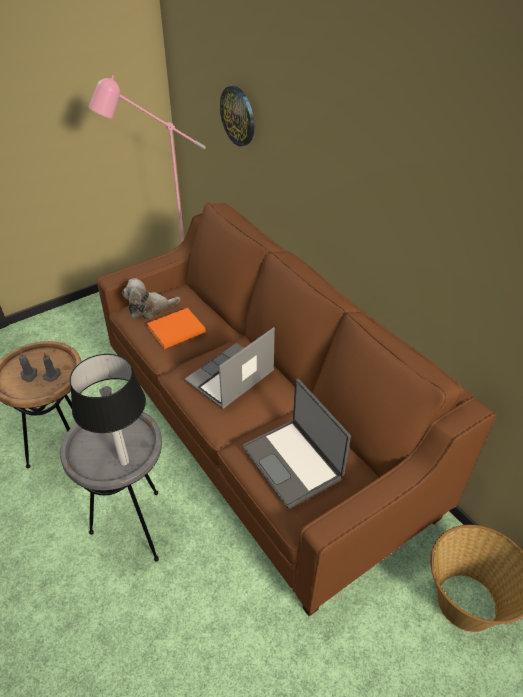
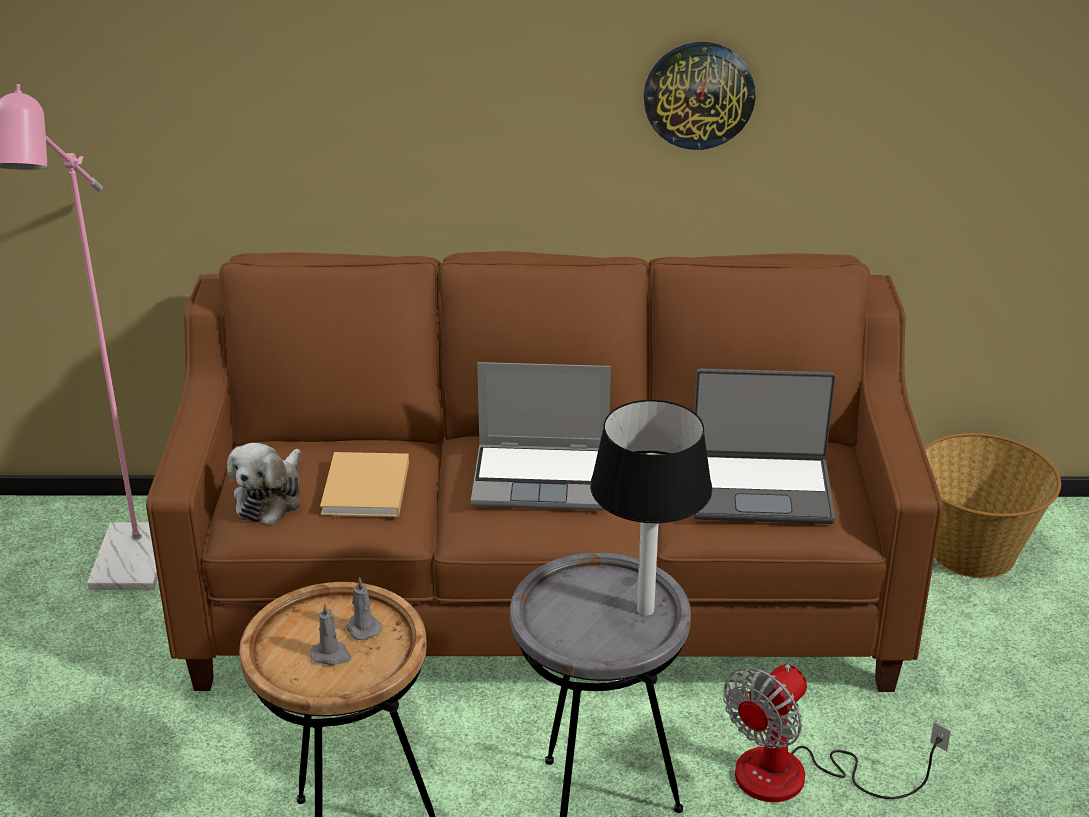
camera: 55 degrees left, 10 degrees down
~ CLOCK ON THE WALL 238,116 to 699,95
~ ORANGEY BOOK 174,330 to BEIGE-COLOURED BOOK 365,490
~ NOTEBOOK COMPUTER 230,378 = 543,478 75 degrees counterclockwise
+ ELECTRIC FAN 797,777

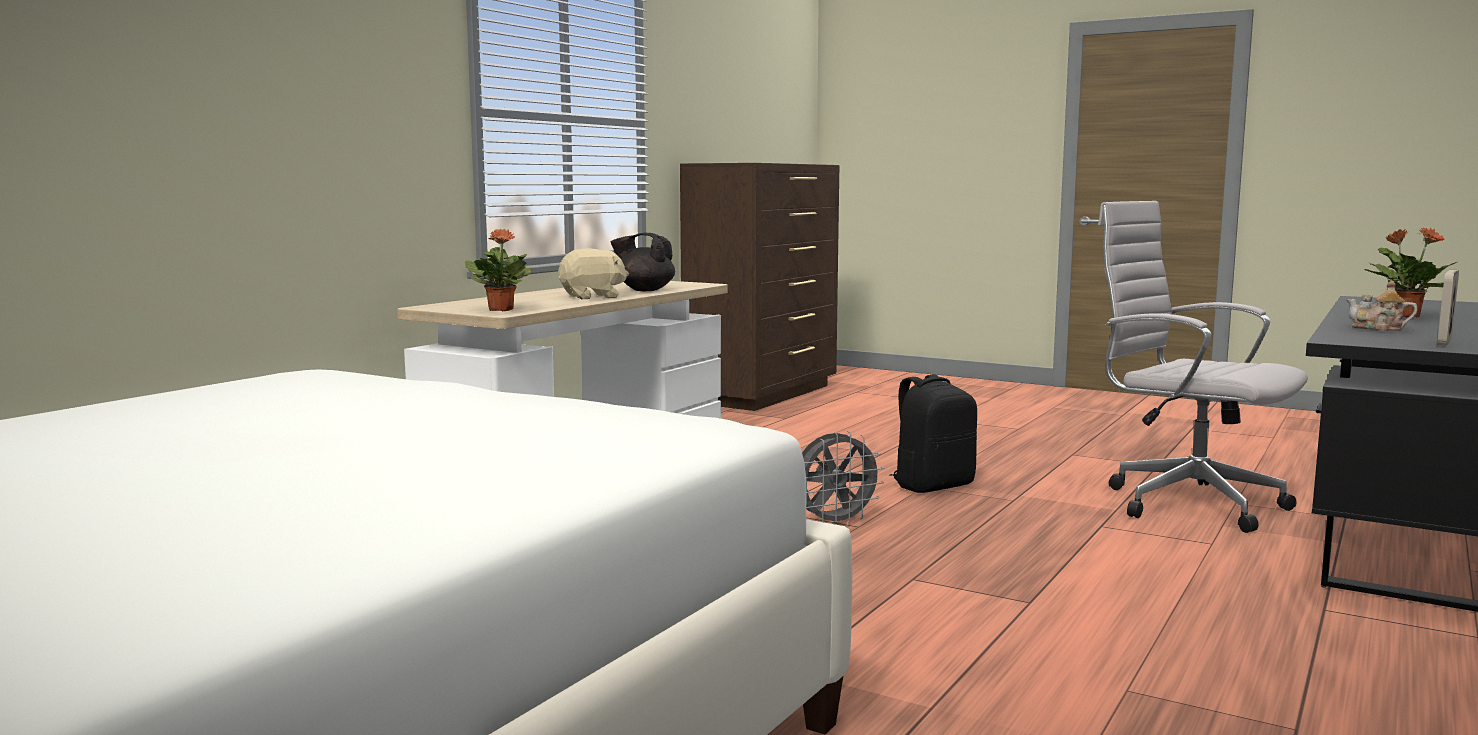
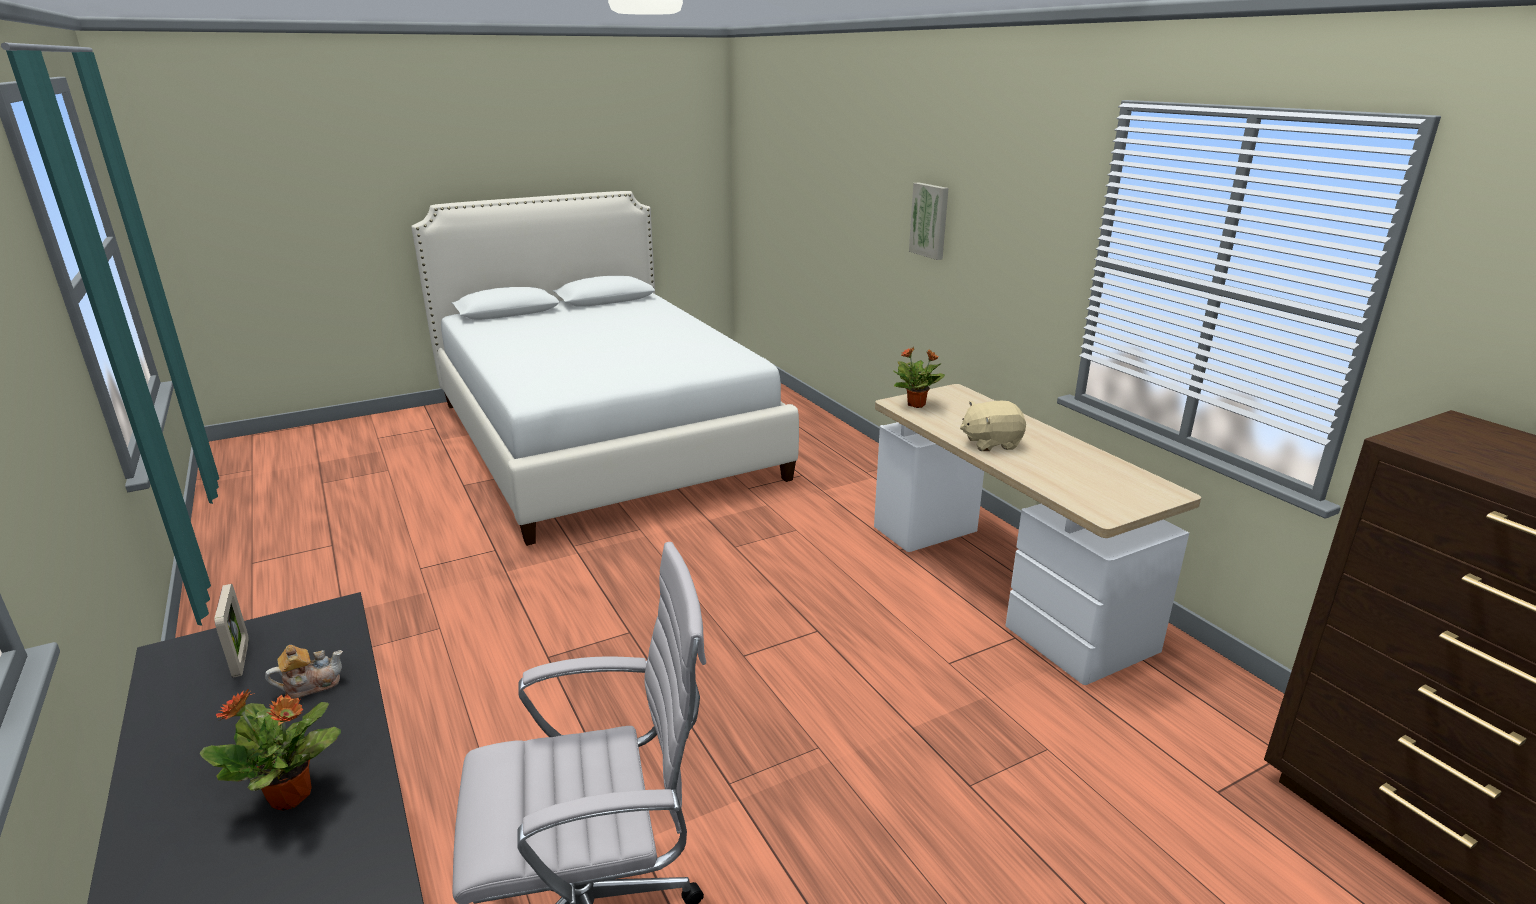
camera: 120 degrees right, 15 degrees up
- BLACK TEA POT 644,290
~ BEIGE-COLOURED SOFT TOY 593,297 = 990,443 75 degrees clockwise
- BLACK KNAPSACK 932,486
- GREYISH ELECTRIC FAN 835,523
+ WALL ART 930,220

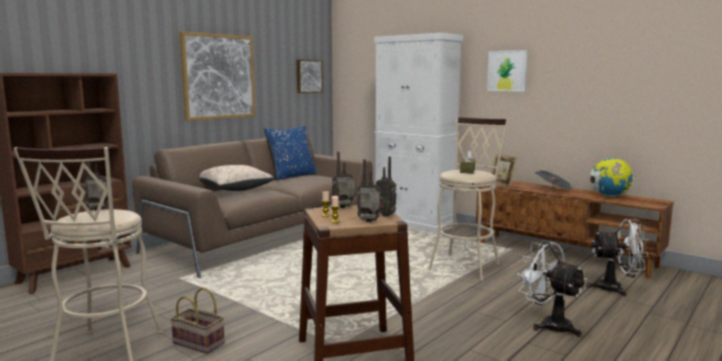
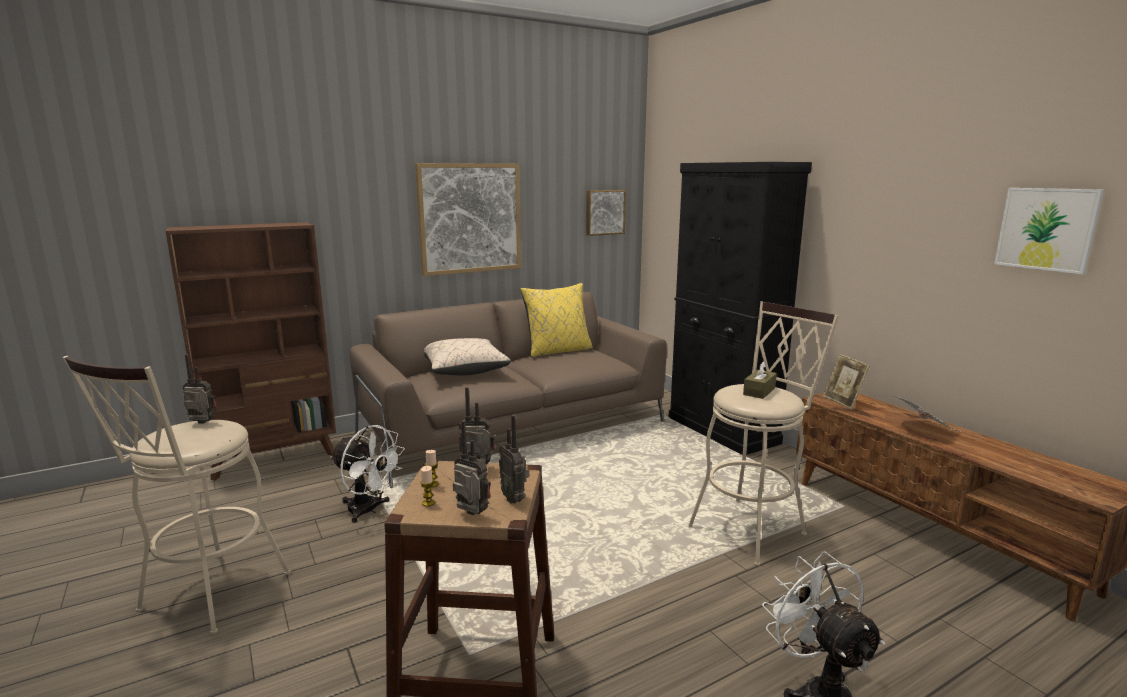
camera: 20 degrees right, 5 degrees up
~ WHITE-COLOURED CABINET 414,223 to BLACK CABINET 722,430
~ WALL ART 507,71 to 1046,229
~ BLUE PILLOW 292,176 to YELLOW-COLOURED PILLOW 558,351
- GLOBE 609,196
~ WHITE-COLOURED ELECTRIC FAN 616,289 to 368,510
- STORAGE BASKET 200,343

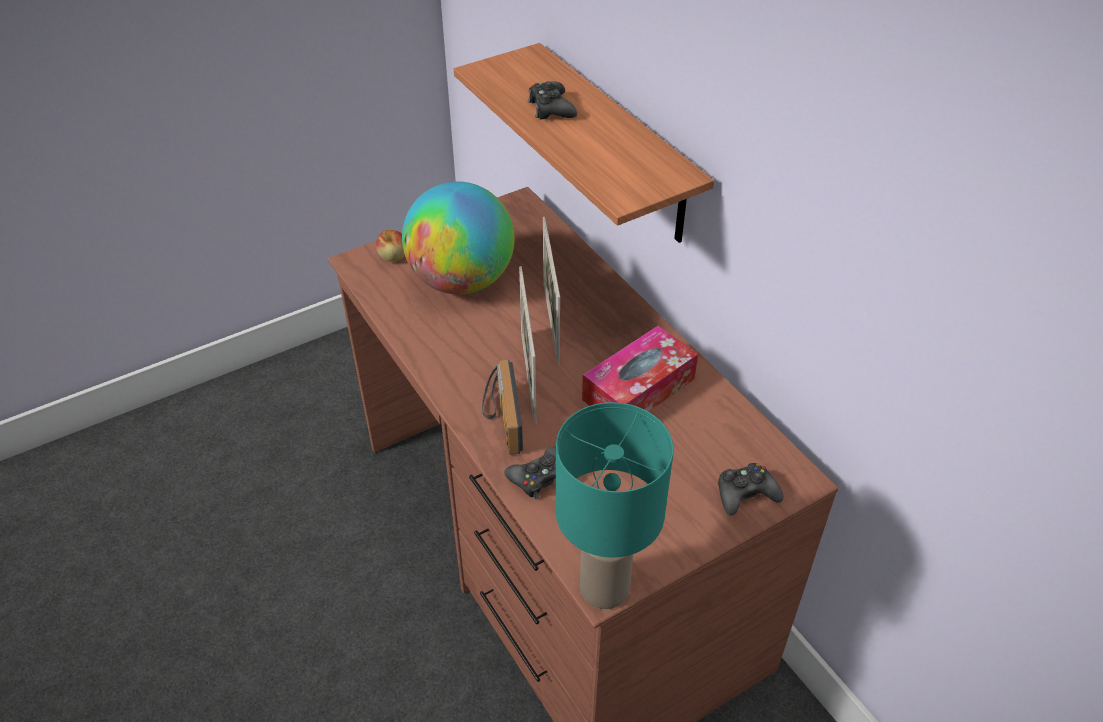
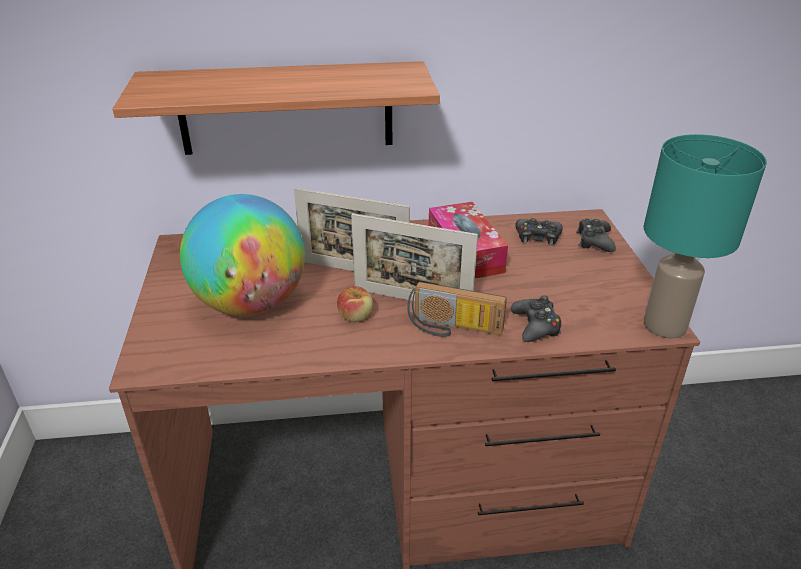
camera: 65 degrees left, 10 degrees down
~ BLACK GAMEPAD 551,108 to 537,237
~ WHOLE APPLE 393,256 to 356,316

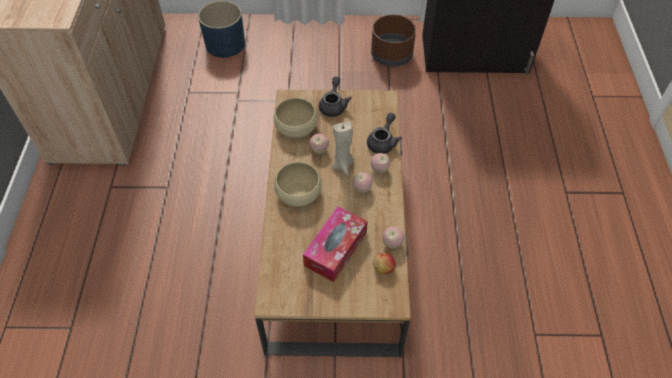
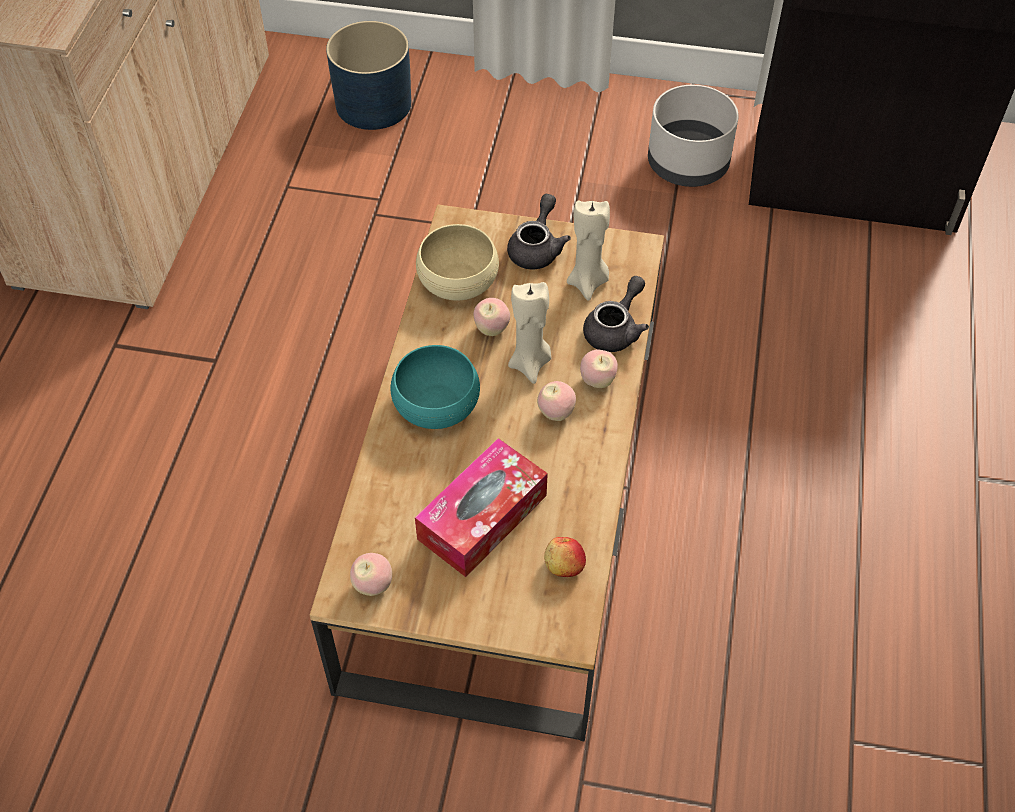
camera: 10 degrees right, 0 degrees up
~ BROWNISH PLANT POT 392,55 to GREYISH PLANT POT 688,163
~ BEIGE-COLOURED DEEP DISH 298,193 to TURQUOISE DEEP DISH 436,403
~ WHOLE APPLE 392,243 to 373,585
+ BEIGE-COLOURED CANDLE 588,282

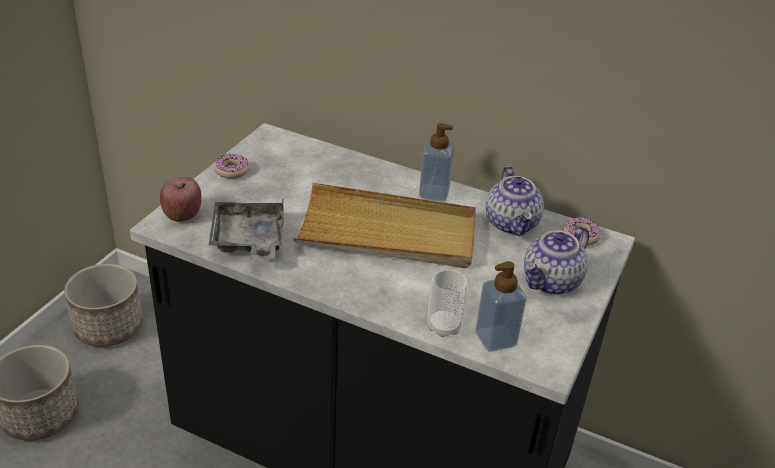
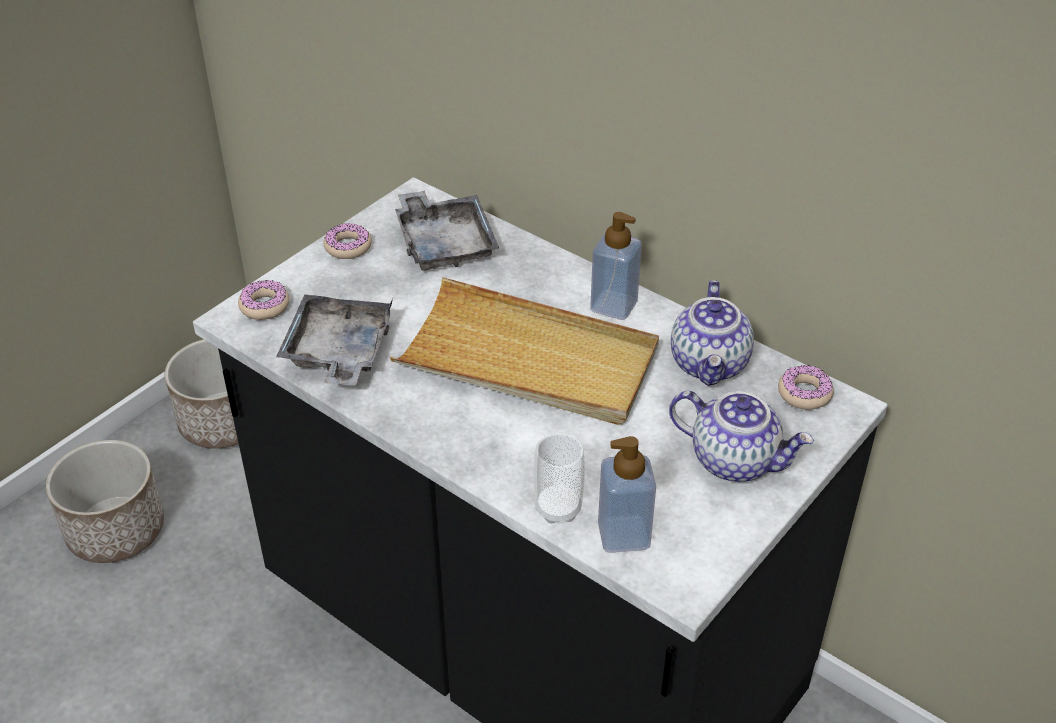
camera: 15 degrees right, 5 degrees up
~ WHOLE APPLE 182,214 to DOUGHNUT 264,306
~ TEA POT 552,282 = 735,460 120 degrees counterclockwise
+ GREYISH TRAY 444,243

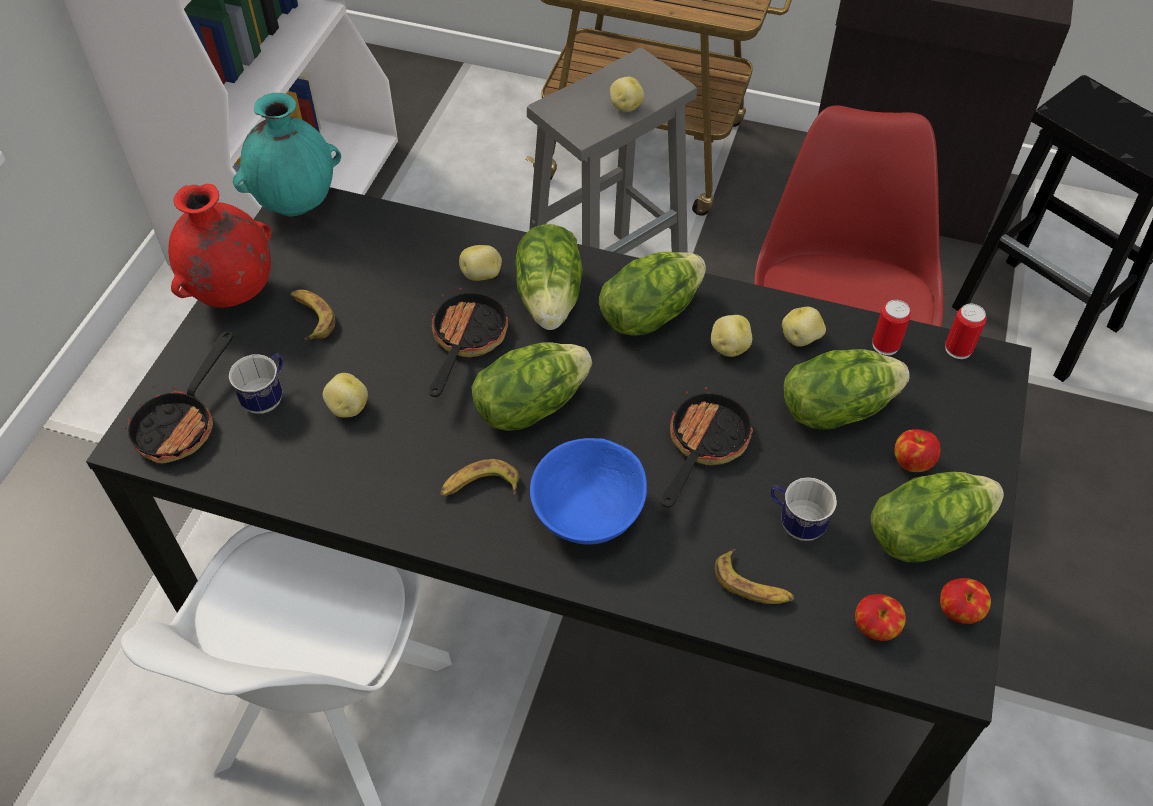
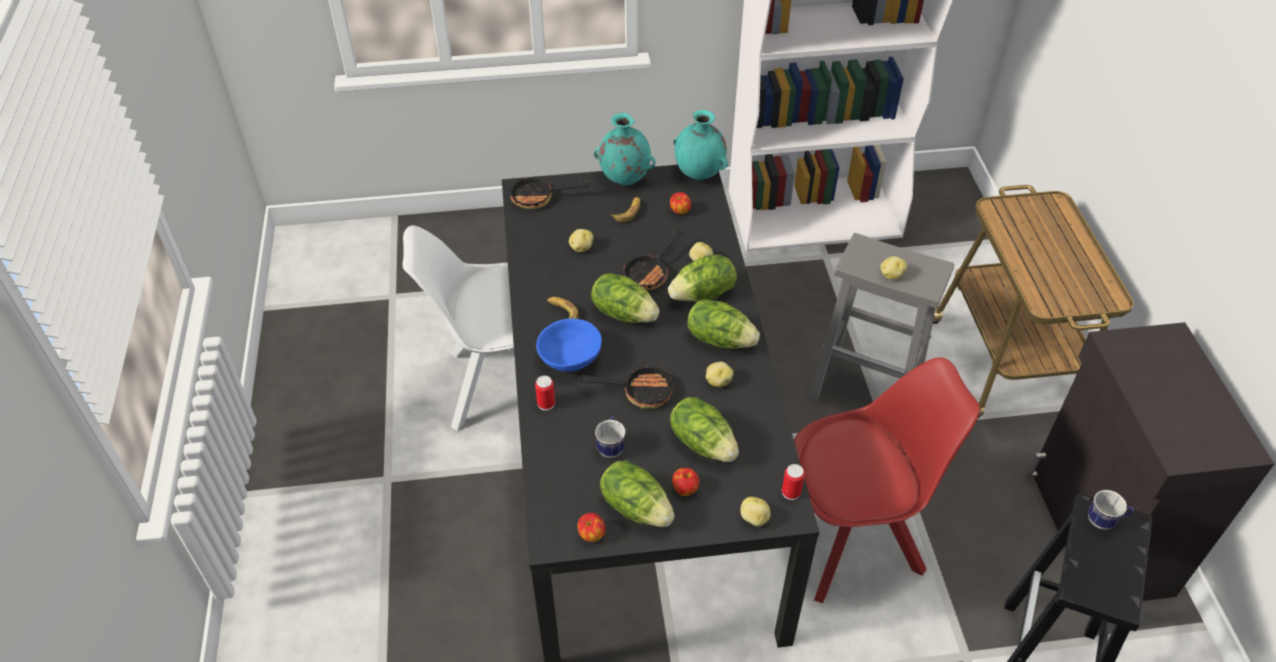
camera: 65 degrees right, 5 degrees down
~ RED-COLOURED FLOWER VASE 233,294 to TURQUOISE FLOWER VASE 624,179
~ FRYING PAN 466,341 = 650,273 135 degrees clockwise
~ METAL CAN 885,345 to 546,403
~ POTATO 801,338 to 754,519
~ COFFEE MUG 268,397 to 1105,521
- BANANA FRUIT 752,585
~ WHOLE APPLE 875,628 to 680,211

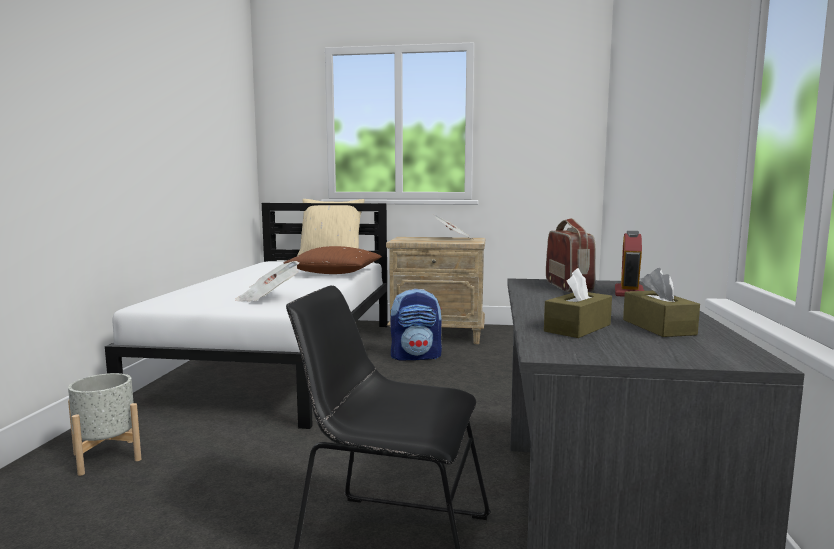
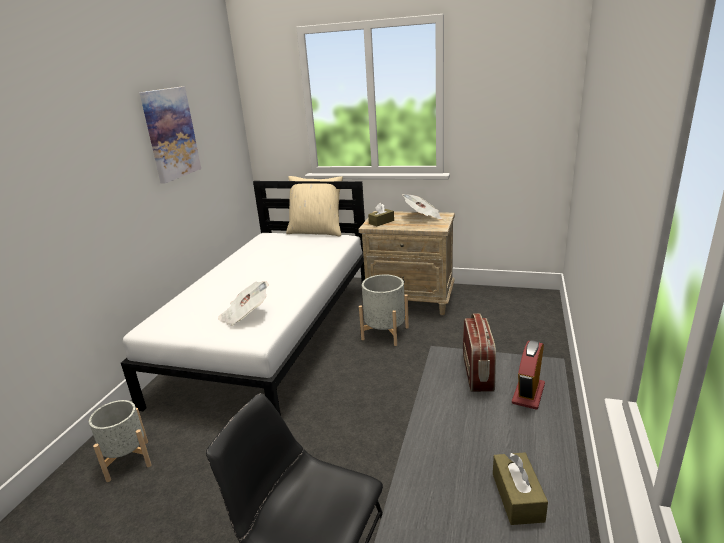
camera: 10 degrees right, 15 degrees up
- BROWNISH PILLOW 335,272
~ BROWNISH TISSUE BOX 577,328 to 381,222
~ KNAPSACK 416,356 to GREYISH PLANT POT 385,333
+ WALL ART 170,134

